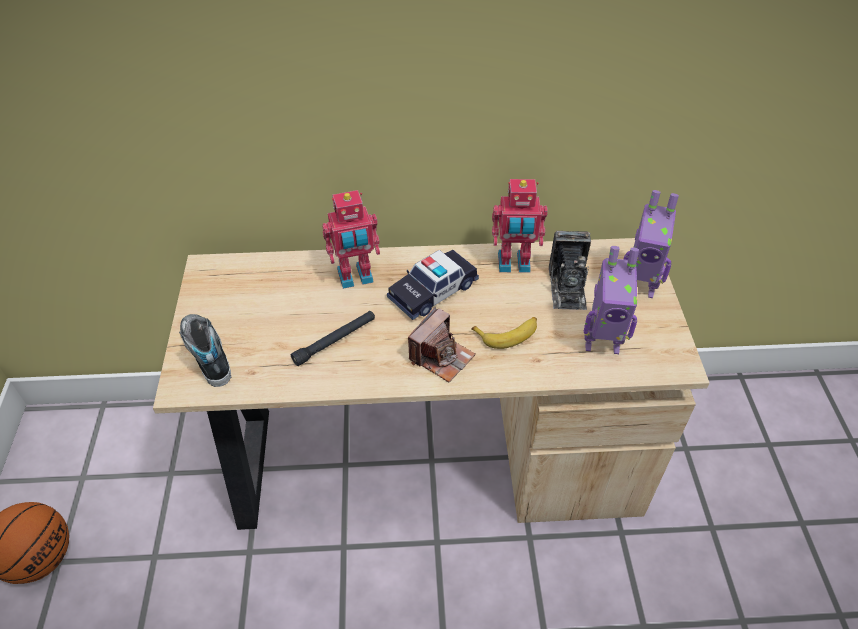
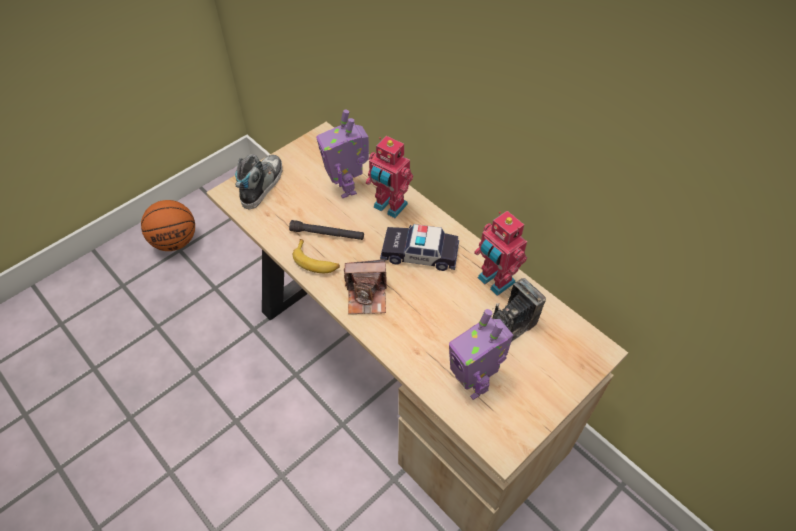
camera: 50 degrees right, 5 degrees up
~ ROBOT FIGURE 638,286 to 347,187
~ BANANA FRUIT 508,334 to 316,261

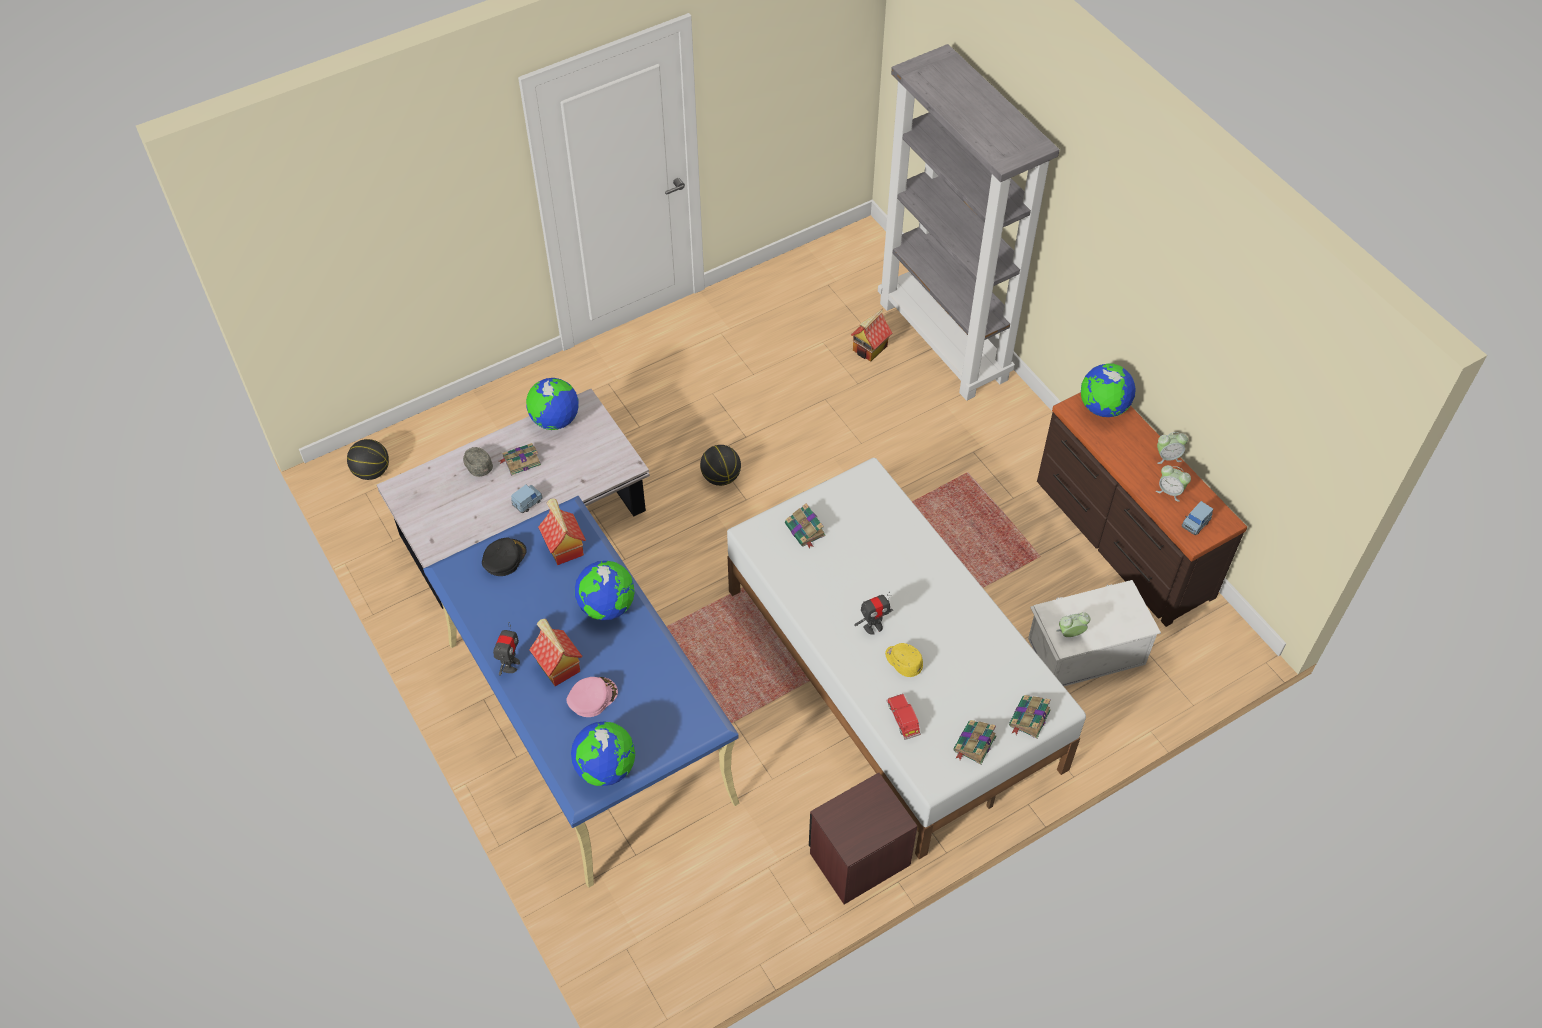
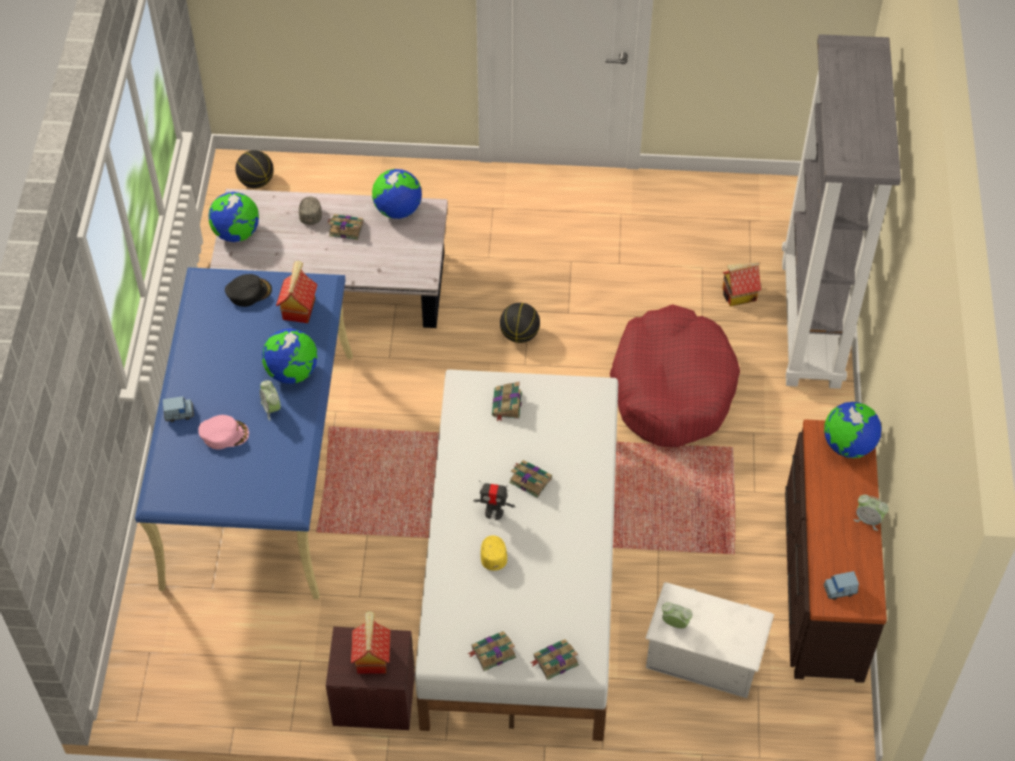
camera: 35 degrees right, 0 degrees up
~ BEDSIDE CLOCK 1170,491 to 271,408
~ BLUE MODEL CAR 527,502 to 179,413
~ TOY HOUSE 557,666 to 371,657
- ROBOT FIGURE 510,665
- RED-COLOURED MODEL CAR 903,719
~ GLOBE 606,768 to 236,233
+ RED-COLOURED DOG CUSHION 672,388
+ BOOK 529,480

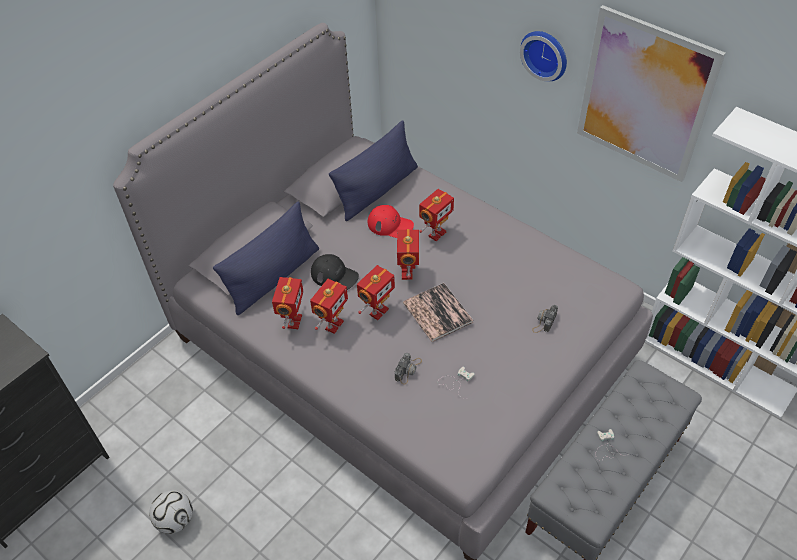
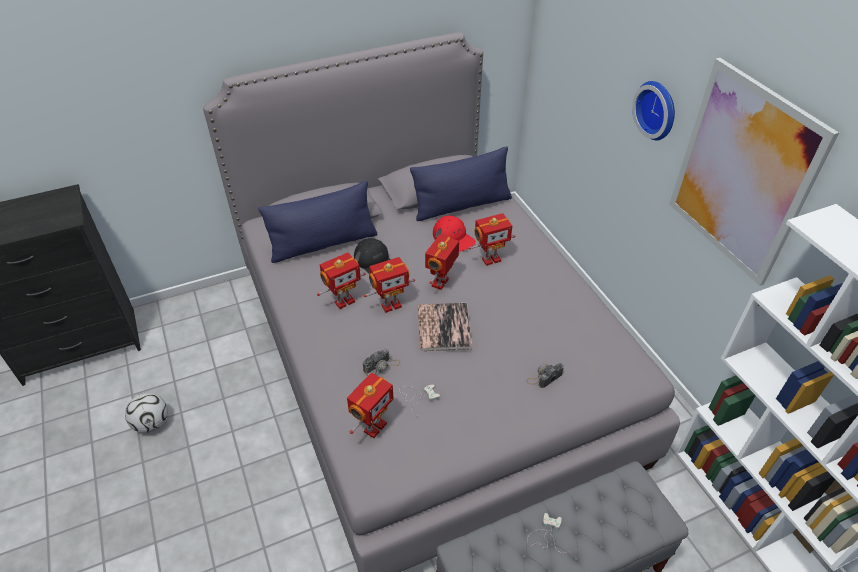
camera: 25 degrees right, 5 degrees down
~ ROBOT FIGURE 293,321 to 373,427

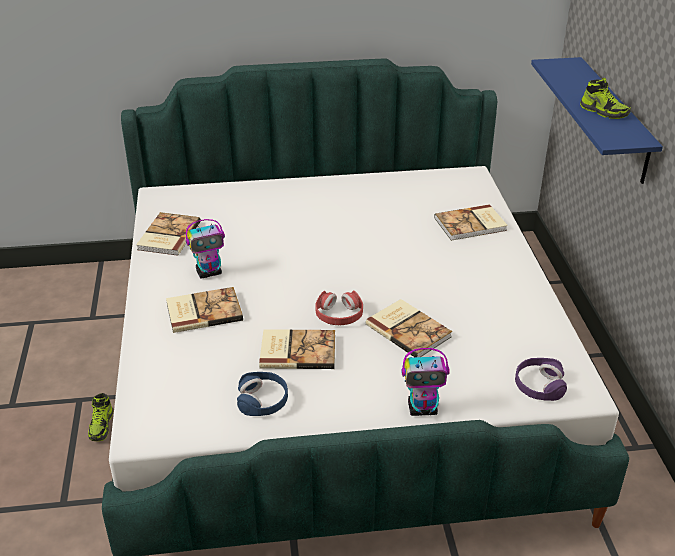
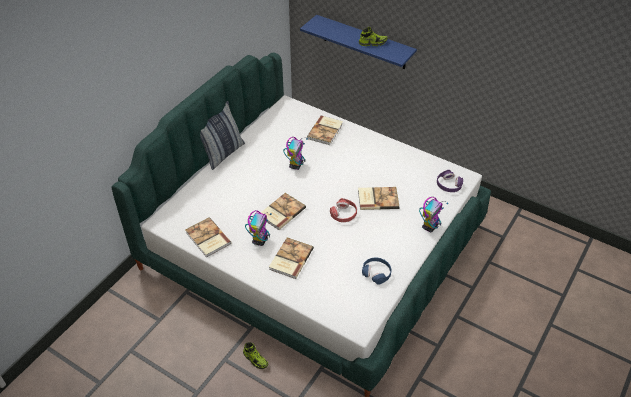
camera: 50 degrees left, 10 degrees up
~ BOOK 297,350 to 281,212
+ PILLOW 223,153
+ ROBOT FIGURE 296,165

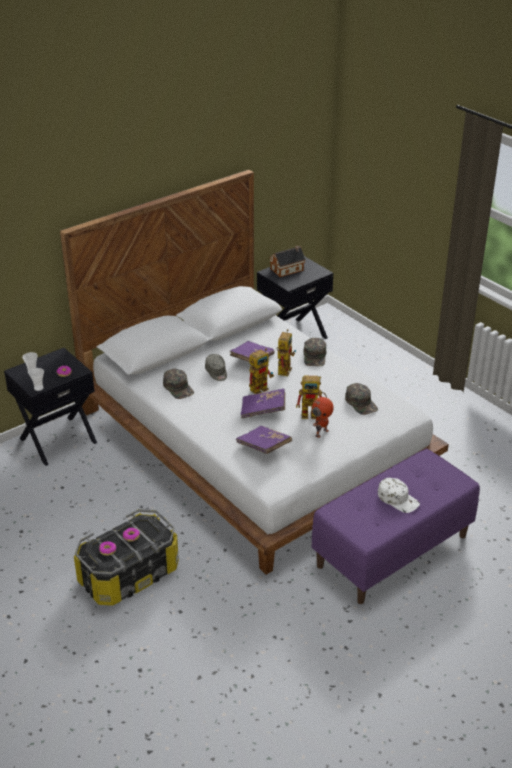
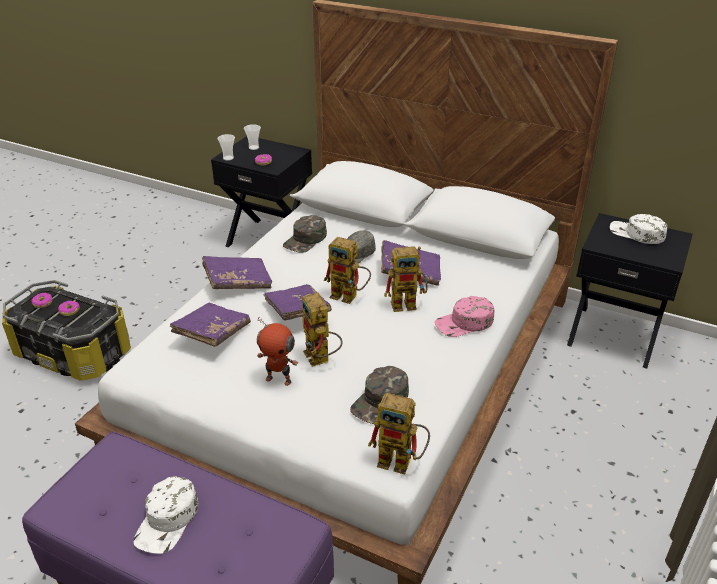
camera: 65 degrees right, 0 degrees up
~ TOY HOUSE 288,269 to WHITE-COLOURED CAP 636,233
~ GREENISH CAP 315,356 to PINK-COLOURED CAP 464,323
+ PURPLE BOOK 238,282
+ ROBOT FIGURE 402,462

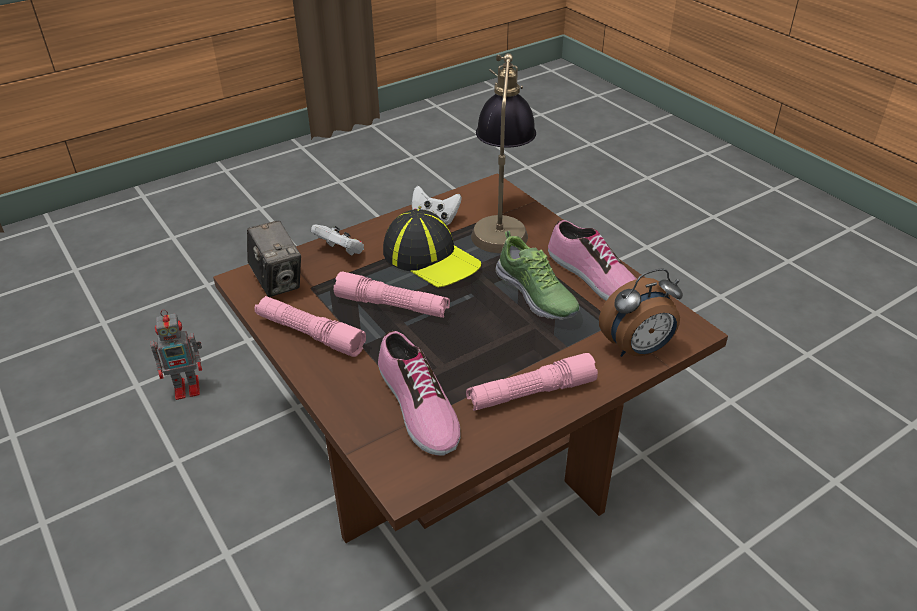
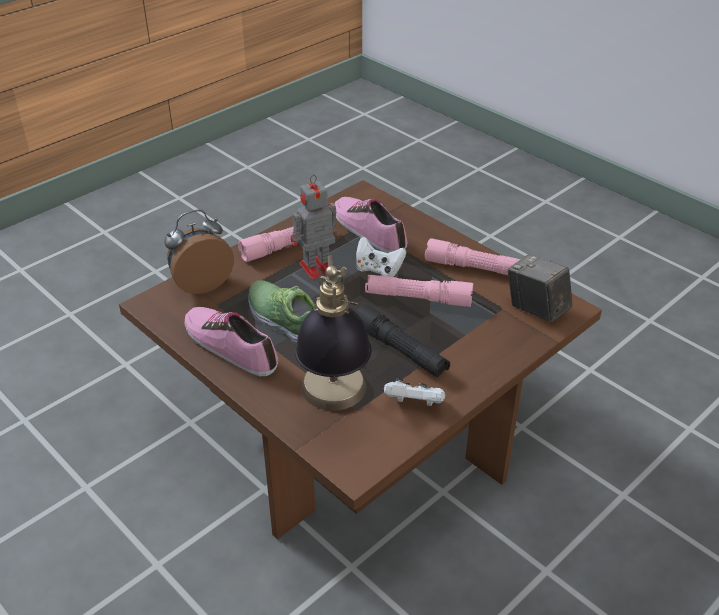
camera: 170 degrees right, 0 degrees up
~ CAP 431,258 to BLACK TORCH 400,350
~ WHITE-COLOURED GAMEPAD 341,251 to 378,270
~ ROBOT FIGURE 189,387 to 314,268

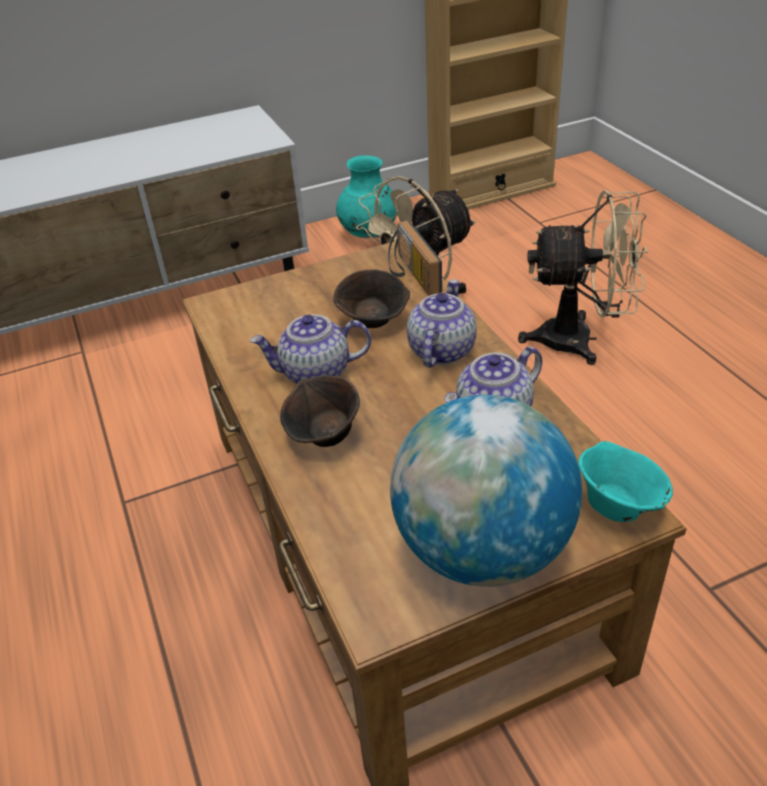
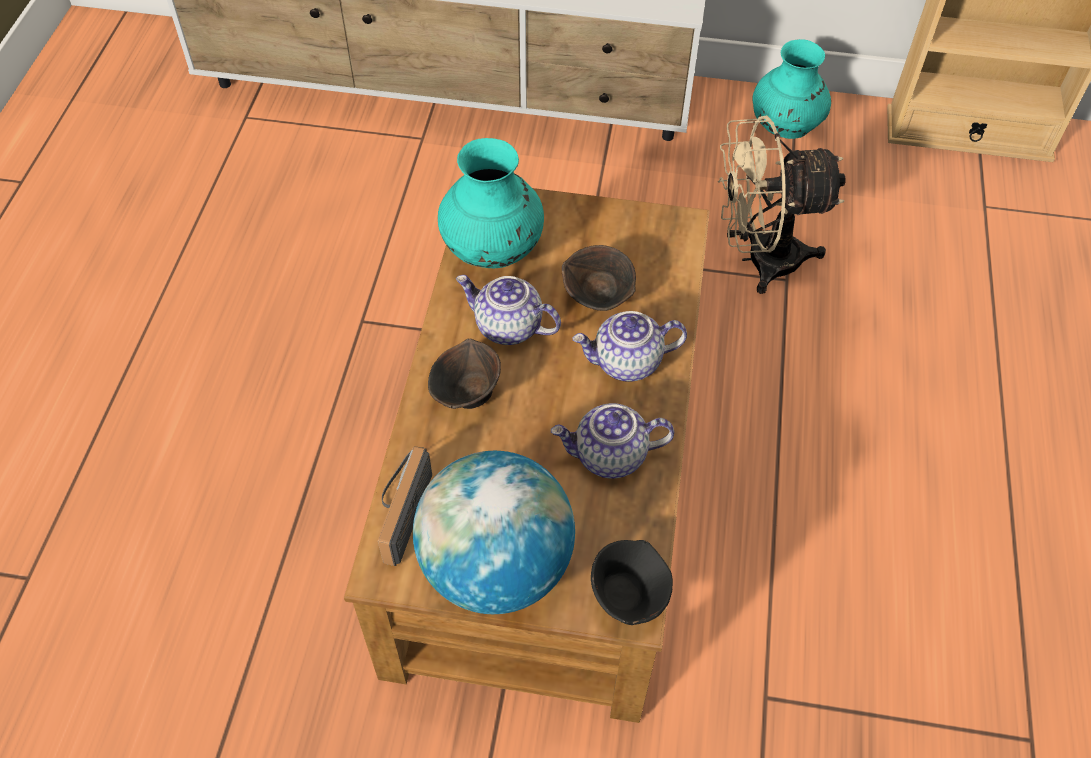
camera: 30 degrees right, 15 degrees up
- BEIGE-COLOURED ELECTRIC FAN 580,340
~ RADIO SET 410,275 to 398,511
~ TEA POT 440,350 = 627,363 150 degrees counterclockwise
~ TURQUOISE DEEP DISH 618,505 to BLACK DEEP DISH 628,596
+ TURQUOISE FLOWER VASE 492,251

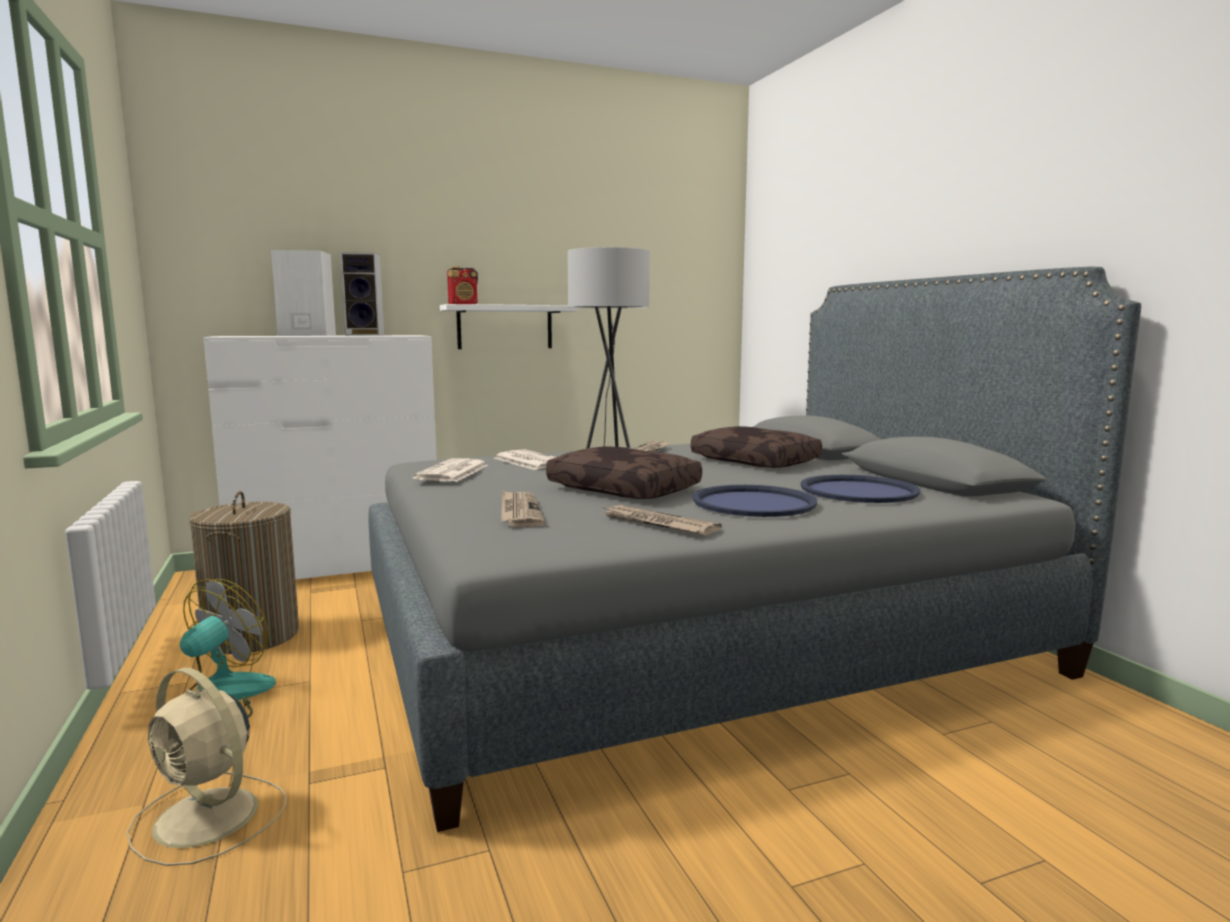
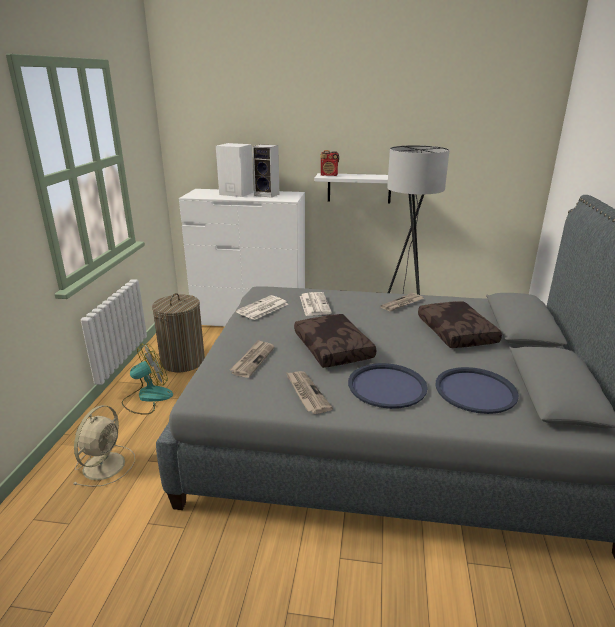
camera: 30 degrees right, 15 degrees up
~ BEIGE-COLOURED ELECTRIC FAN 209,818 = 105,464 135 degrees counterclockwise

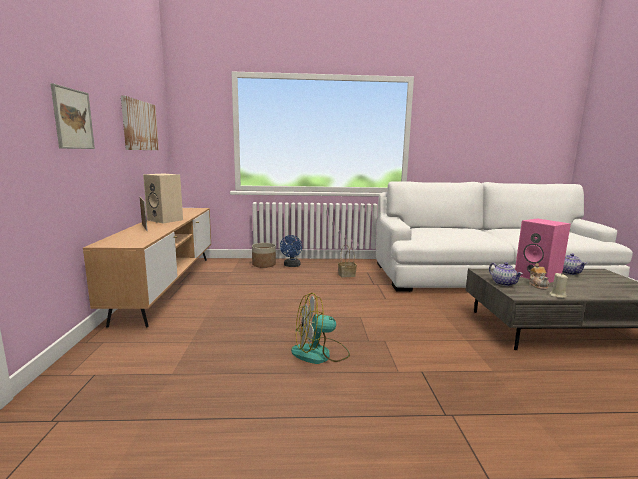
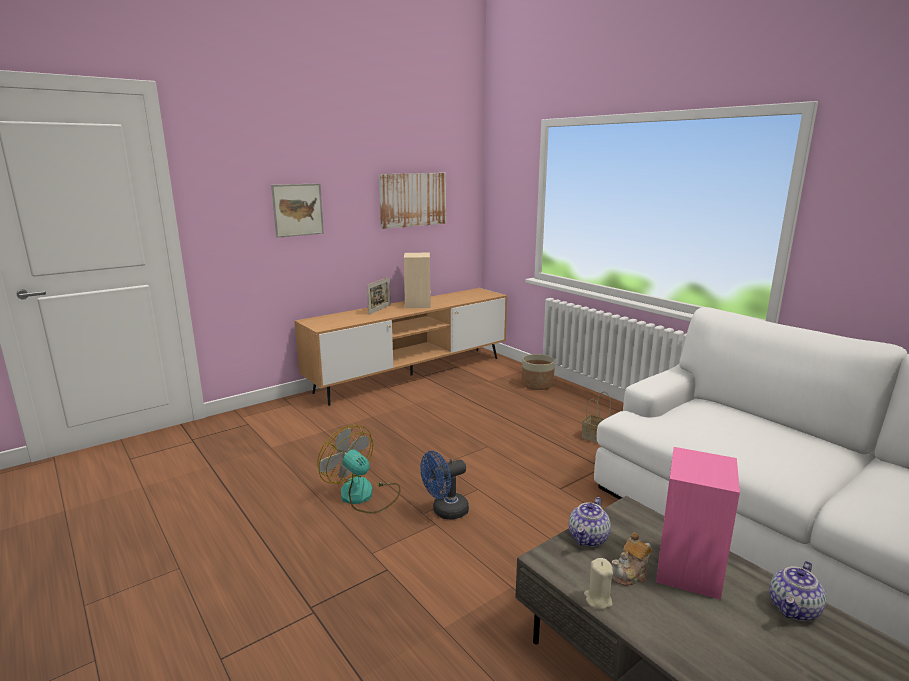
camera: 55 degrees right, 5 degrees up
~ BLUE ELECTRIC FAN 291,266 to 445,512

